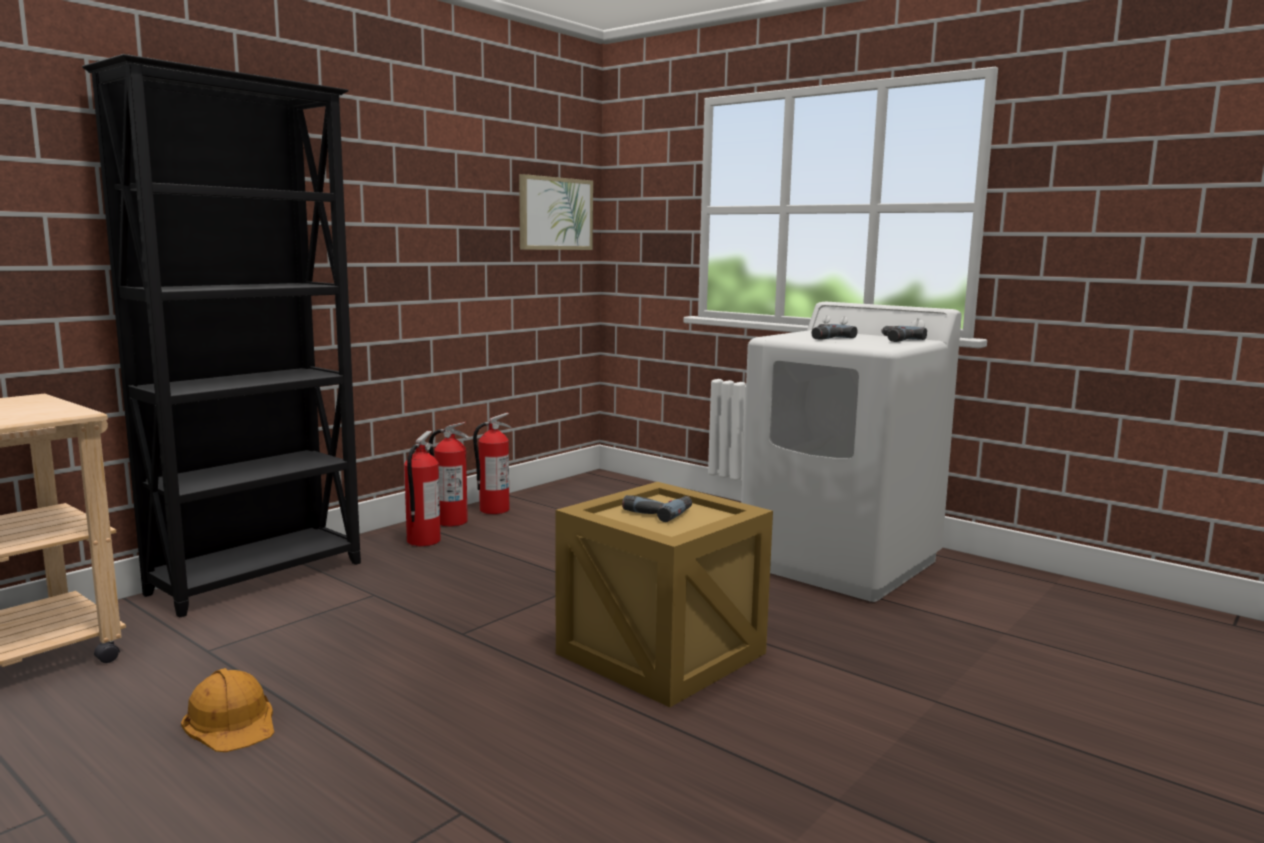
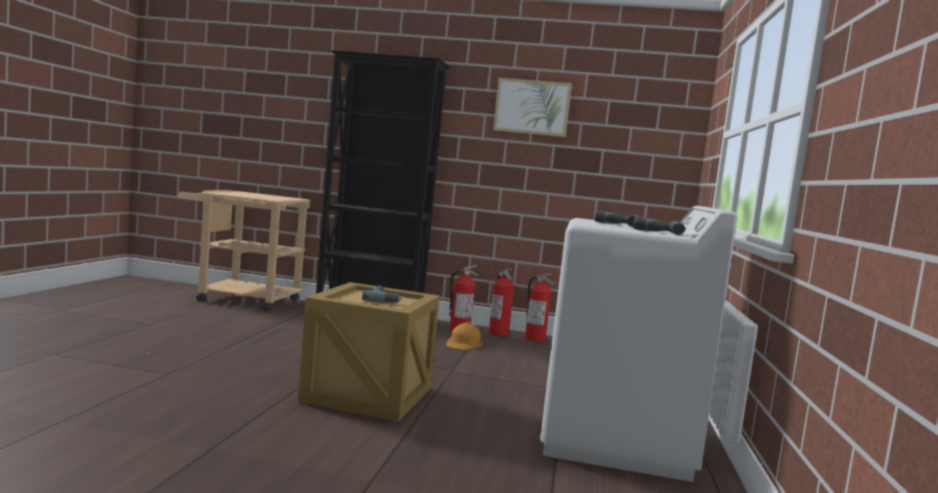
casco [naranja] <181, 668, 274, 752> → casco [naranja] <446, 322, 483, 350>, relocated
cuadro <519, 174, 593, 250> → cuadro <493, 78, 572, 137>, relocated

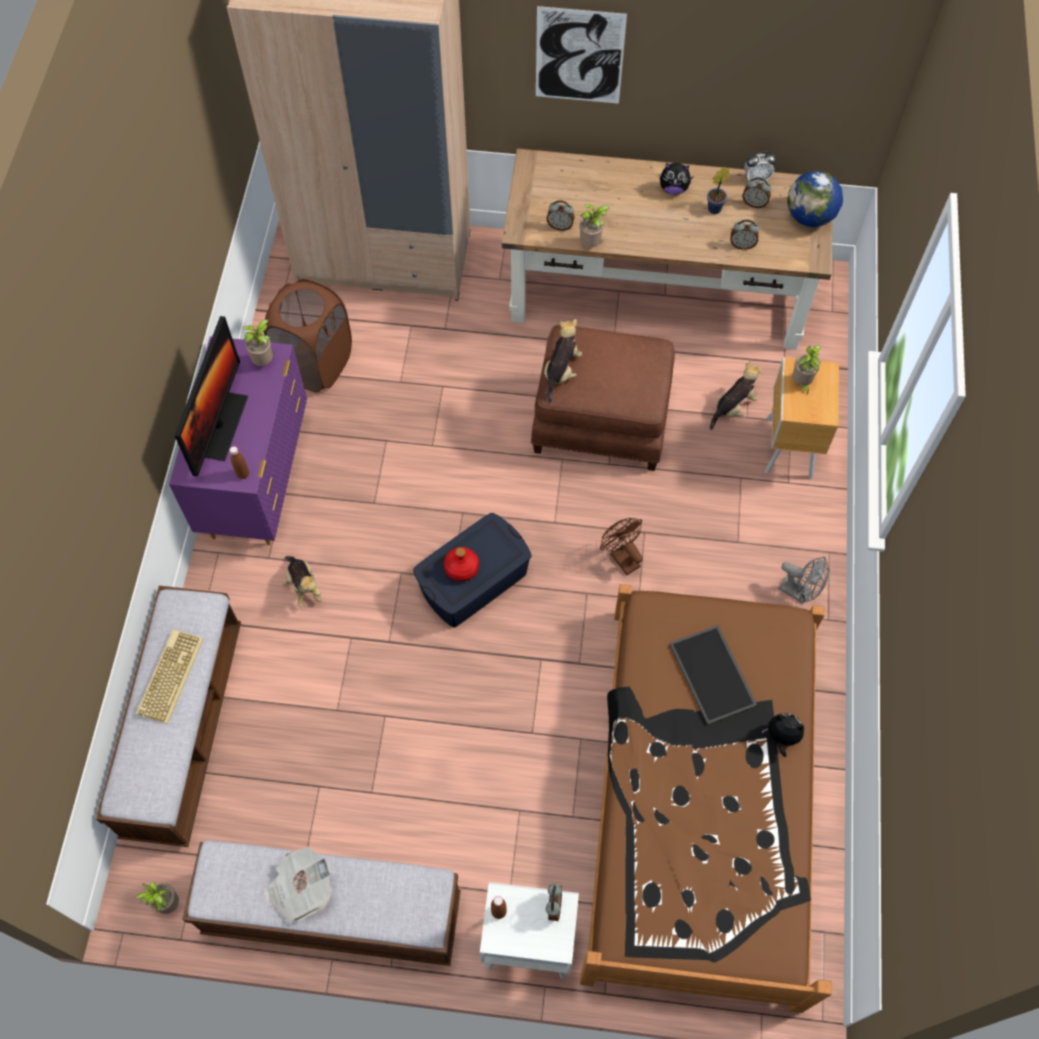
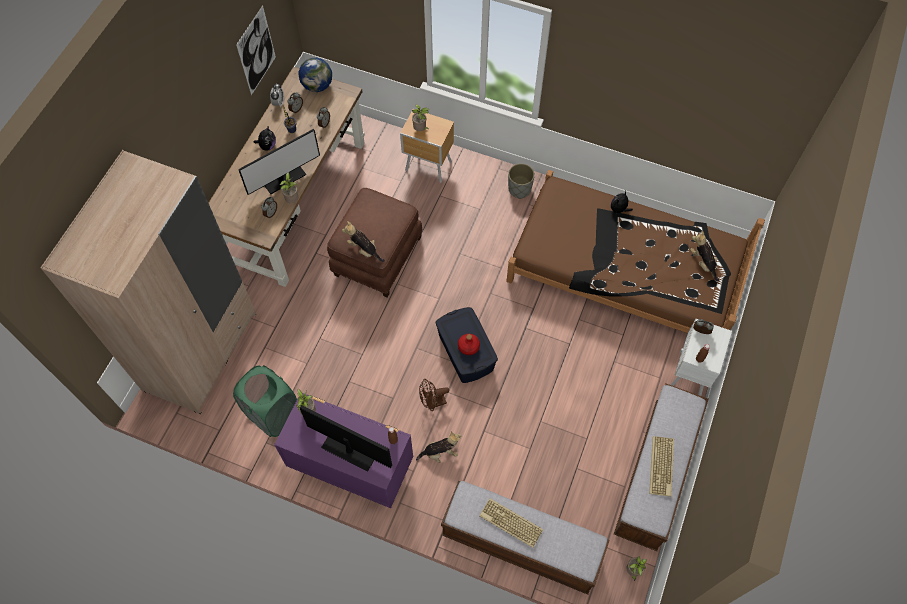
bandeja <669, 625, 757, 725> → -
- → monitor <238, 129, 320, 195>
cuadro <536, 6, 627, 104> → cuadro <236, 6, 276, 95>, relocated
ventilador [marrón] <600, 518, 643, 575> → ventilador [marrón] <419, 379, 449, 411>, relocated
peluche <710, 362, 762, 430> → peluche <690, 231, 719, 282>, relocated
periódico <264, 847, 332, 924> → teclado <649, 436, 674, 496>
ventilador [gris] <778, 557, 829, 604> → maceta [gris] <508, 163, 535, 199>
cesto de la ropa [marrón] <264, 279, 352, 393> → cesto de la ropa [verde] <233, 365, 297, 437>

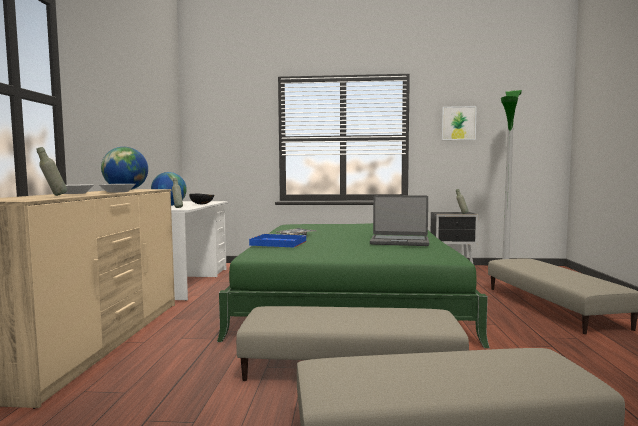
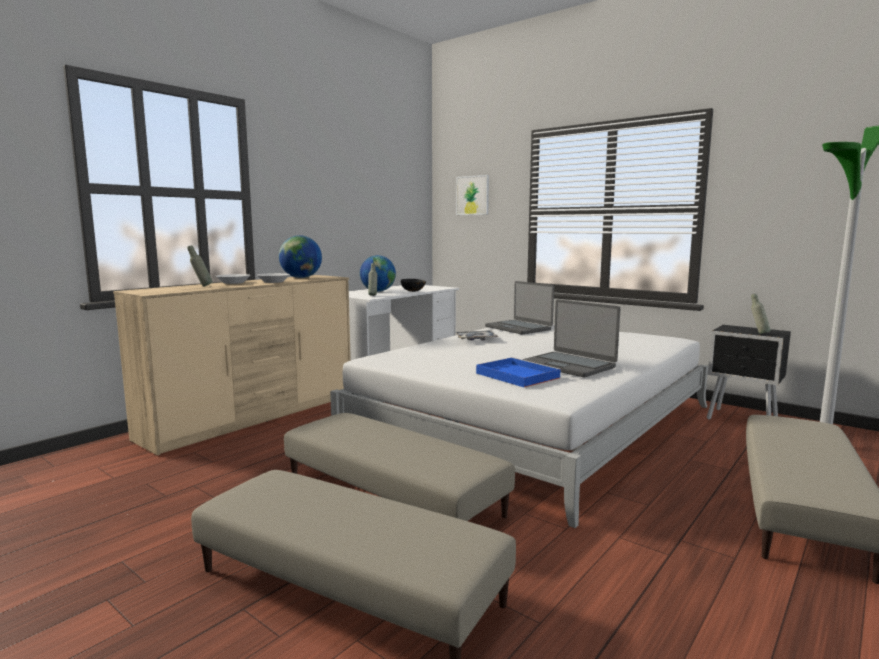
- → portátil <485, 281, 554, 334>
bandeja [azul] <249, 234, 307, 248> → bandeja [azul] <476, 357, 562, 387>, relocated
cuadro <442, 106, 477, 140> → cuadro <456, 175, 489, 215>, relocated
cama [verde] <217, 223, 490, 348> → cama [blanco] <330, 322, 708, 528>

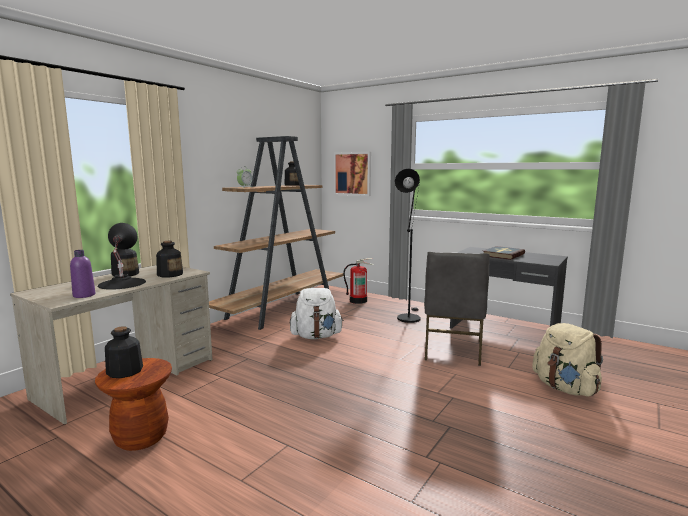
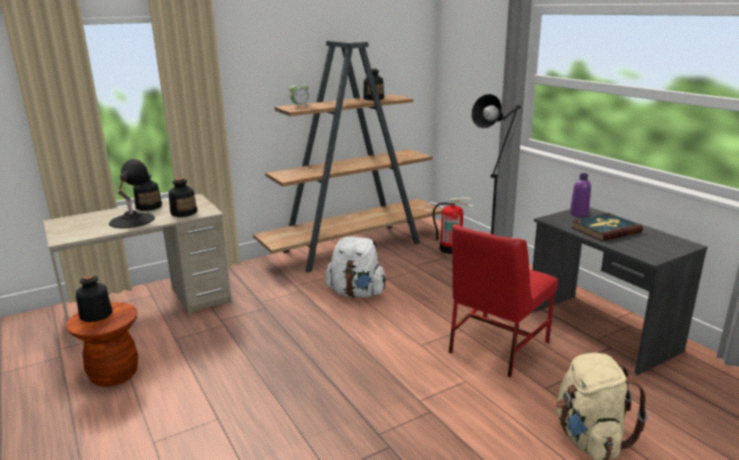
cuadro <334, 152, 371, 196> → -
botella [morado] <70, 250, 95, 298> → botella [morado] <570, 173, 591, 217>, relocated
silla [gris] <424, 252, 490, 366> → silla [rojo] <449, 224, 558, 377>

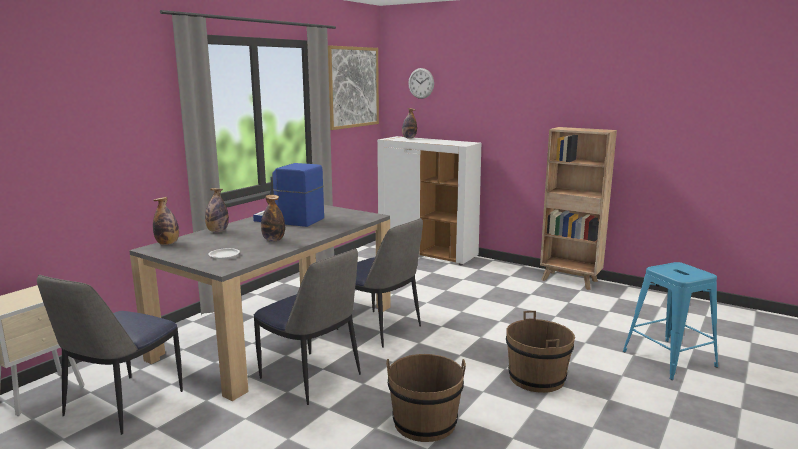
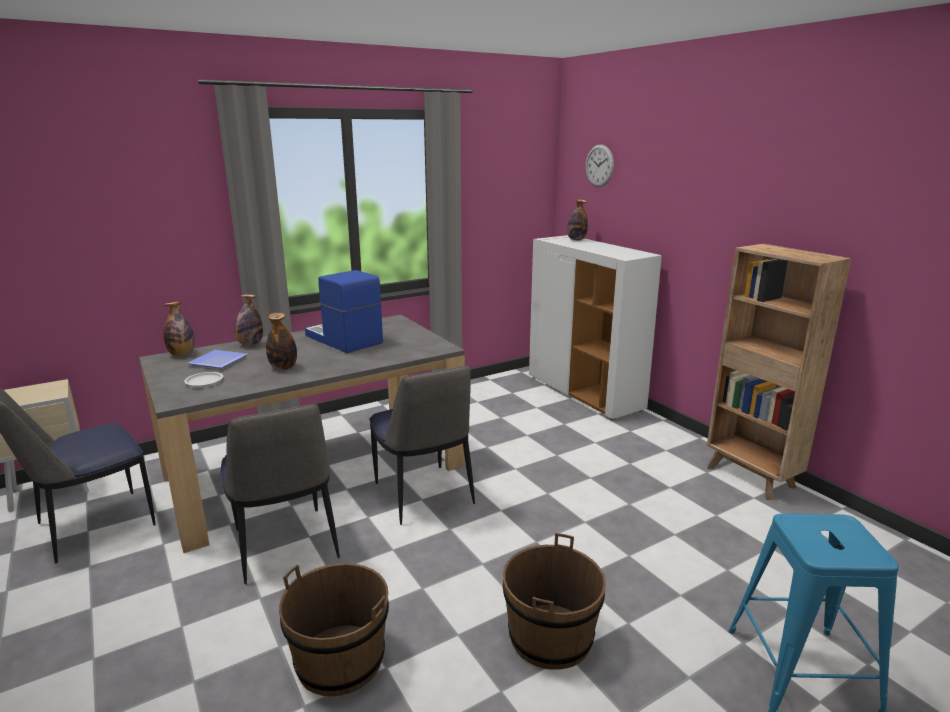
cuadro <328, 45, 379, 130> → -
- → plato <187, 350, 248, 368>

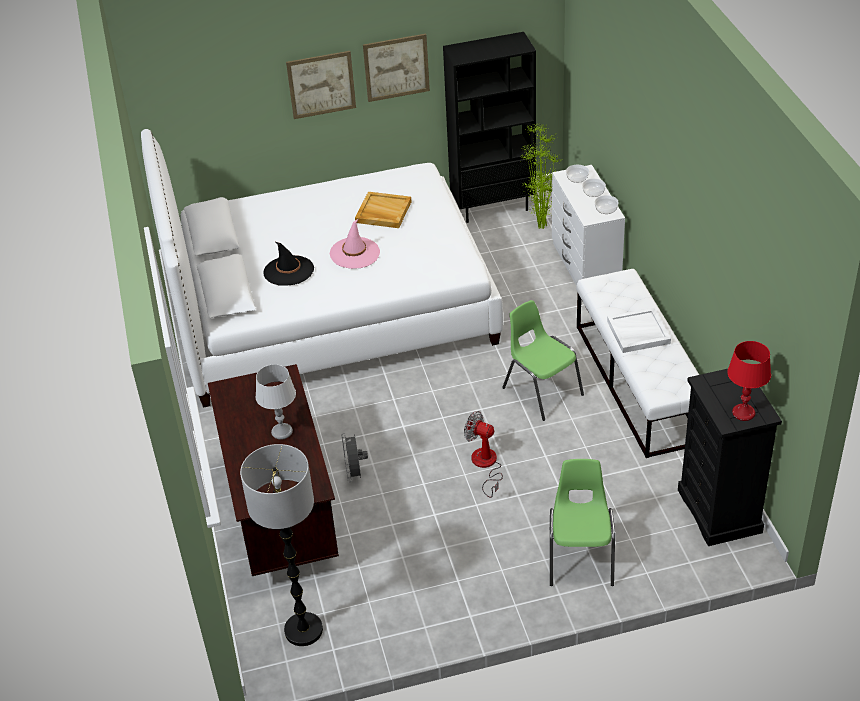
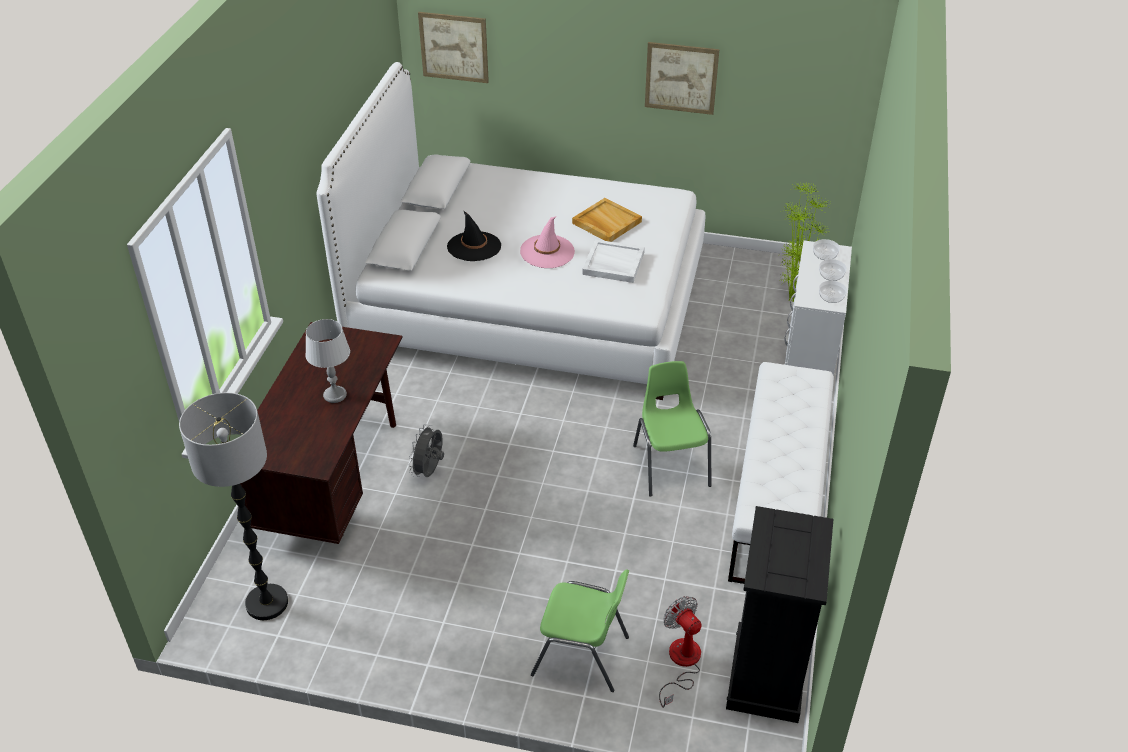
estantería [negro] <443, 32, 536, 223> → -
lámpara de mesa [rojo] <727, 341, 771, 421> → -
cuadro <286, 51, 356, 119> → cuadro <418, 12, 489, 83>, relocated
ventilador <464, 411, 503, 498> → ventilador <659, 596, 702, 708>, relocated
bandeja [blanco] <607, 308, 671, 353> → bandeja [blanco] <582, 239, 645, 283>, relocated
silla [verde] <550, 459, 615, 586> → silla [verde] <531, 569, 629, 692>, 75 degrees clockwise

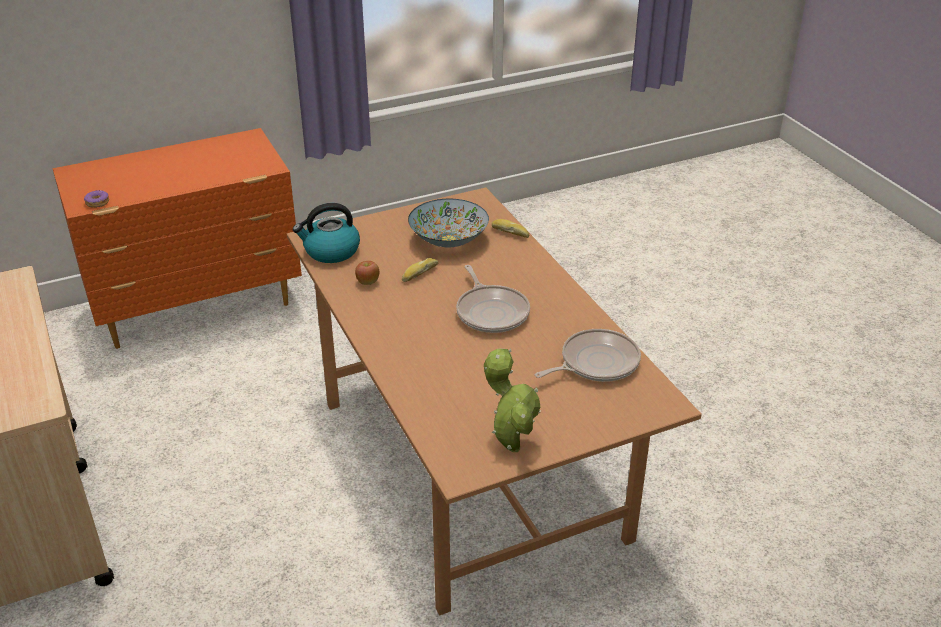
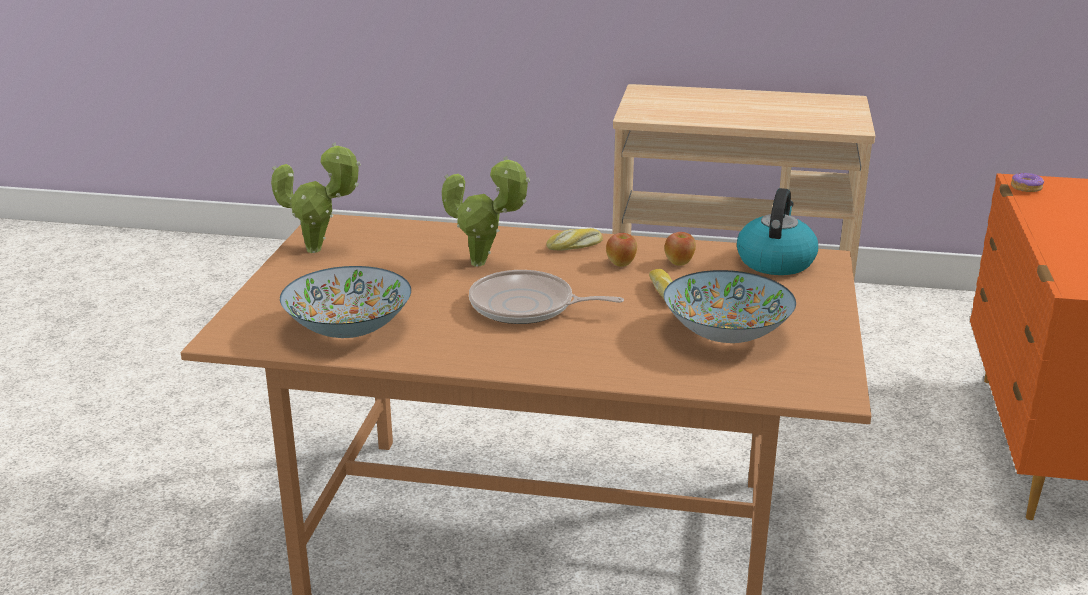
- → planta en maceta <442, 156, 530, 267>
- → manzana <606, 233, 637, 267>
pan <492, 219, 529, 238> → pan <546, 228, 603, 251>, relocated
sartén <535, 329, 641, 382> → cuenco <280, 266, 411, 338>

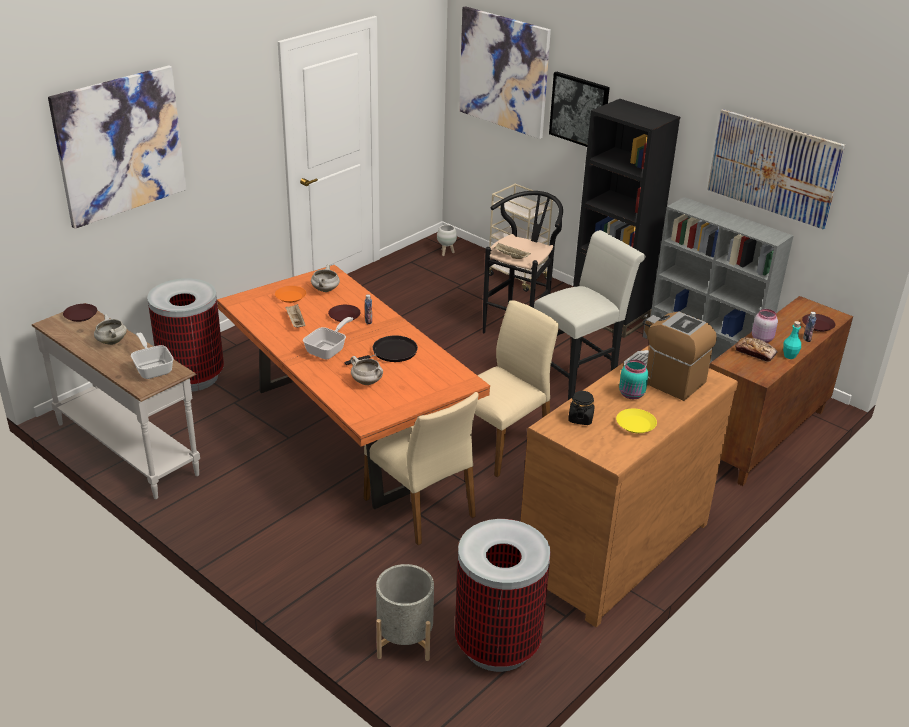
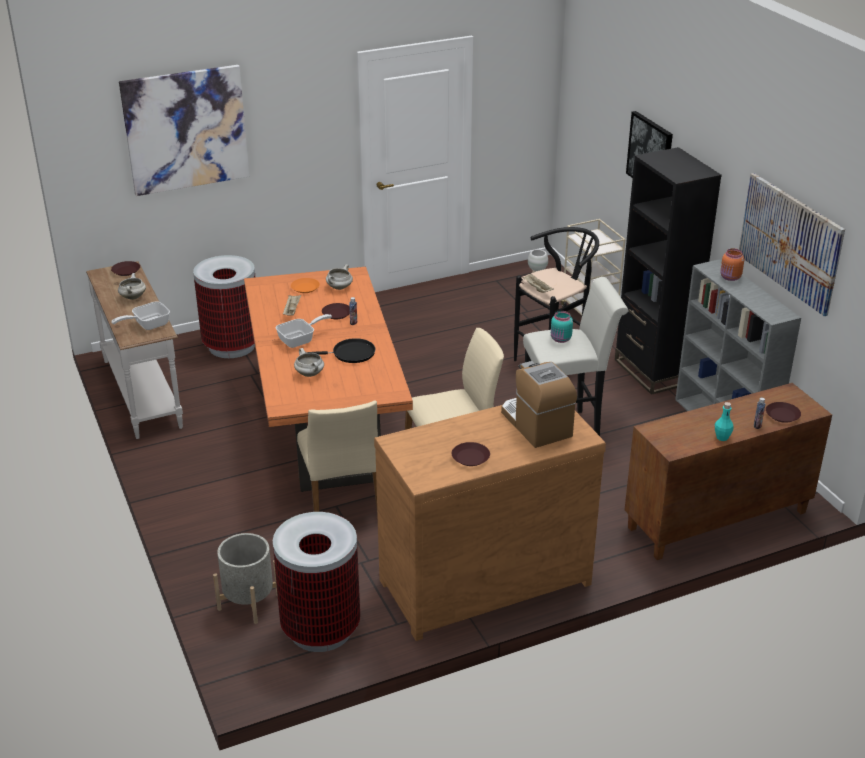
cuadro <459, 6, 551, 139> → -
tarro [negro] <568, 391, 595, 425> → -
pan <735, 338, 777, 362> → -
tarro [rosa] <752, 309, 778, 343> → -
- → tarro [naranja] <720, 248, 744, 281>
tarro [turquesa] <619, 359, 648, 399> → tarro [turquesa] <551, 311, 573, 343>, relocated
plato [amarillo] <616, 409, 657, 433> → plato [marrón] <452, 442, 490, 466>
sartén <131, 332, 174, 379> → sartén <111, 301, 170, 330>, 120 degrees counterclockwise

